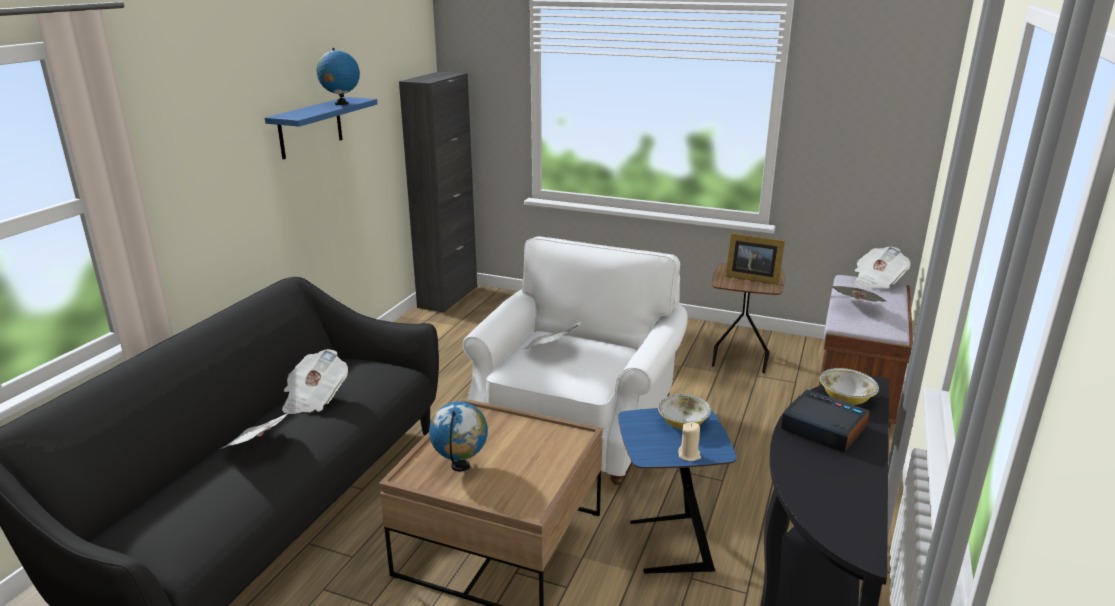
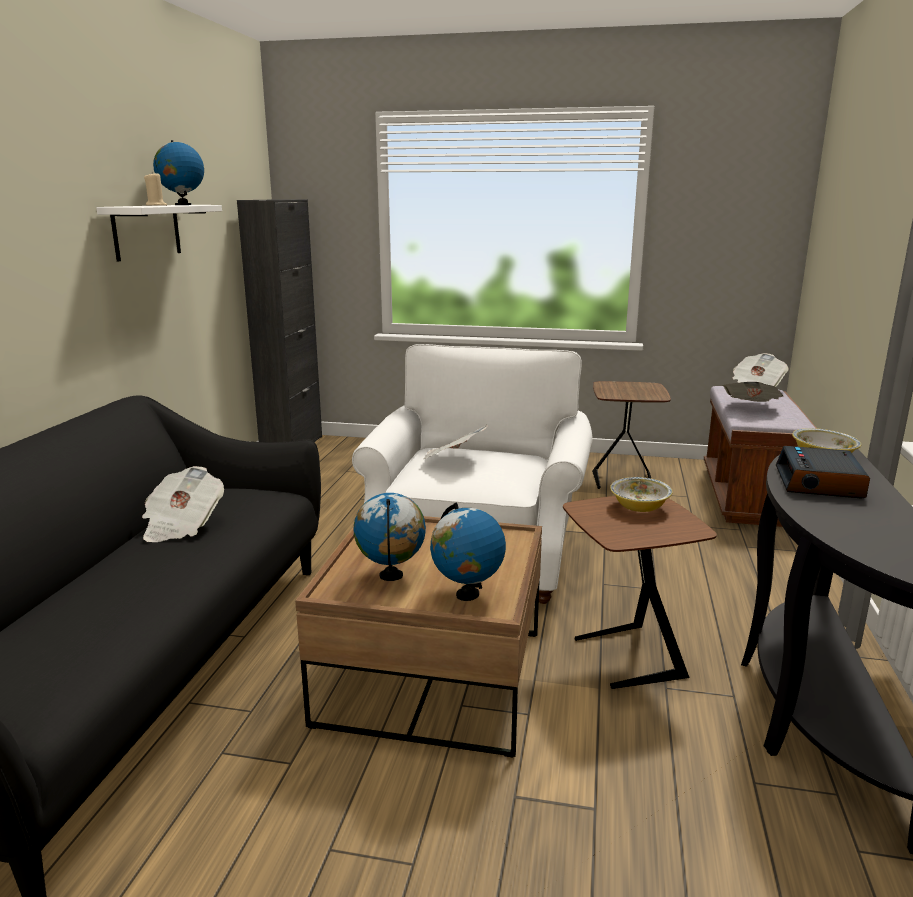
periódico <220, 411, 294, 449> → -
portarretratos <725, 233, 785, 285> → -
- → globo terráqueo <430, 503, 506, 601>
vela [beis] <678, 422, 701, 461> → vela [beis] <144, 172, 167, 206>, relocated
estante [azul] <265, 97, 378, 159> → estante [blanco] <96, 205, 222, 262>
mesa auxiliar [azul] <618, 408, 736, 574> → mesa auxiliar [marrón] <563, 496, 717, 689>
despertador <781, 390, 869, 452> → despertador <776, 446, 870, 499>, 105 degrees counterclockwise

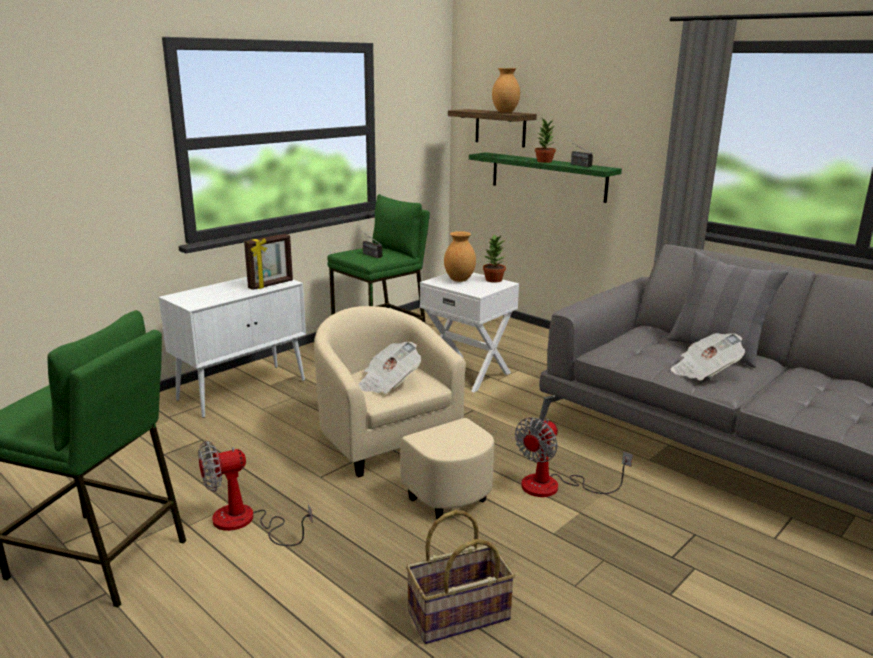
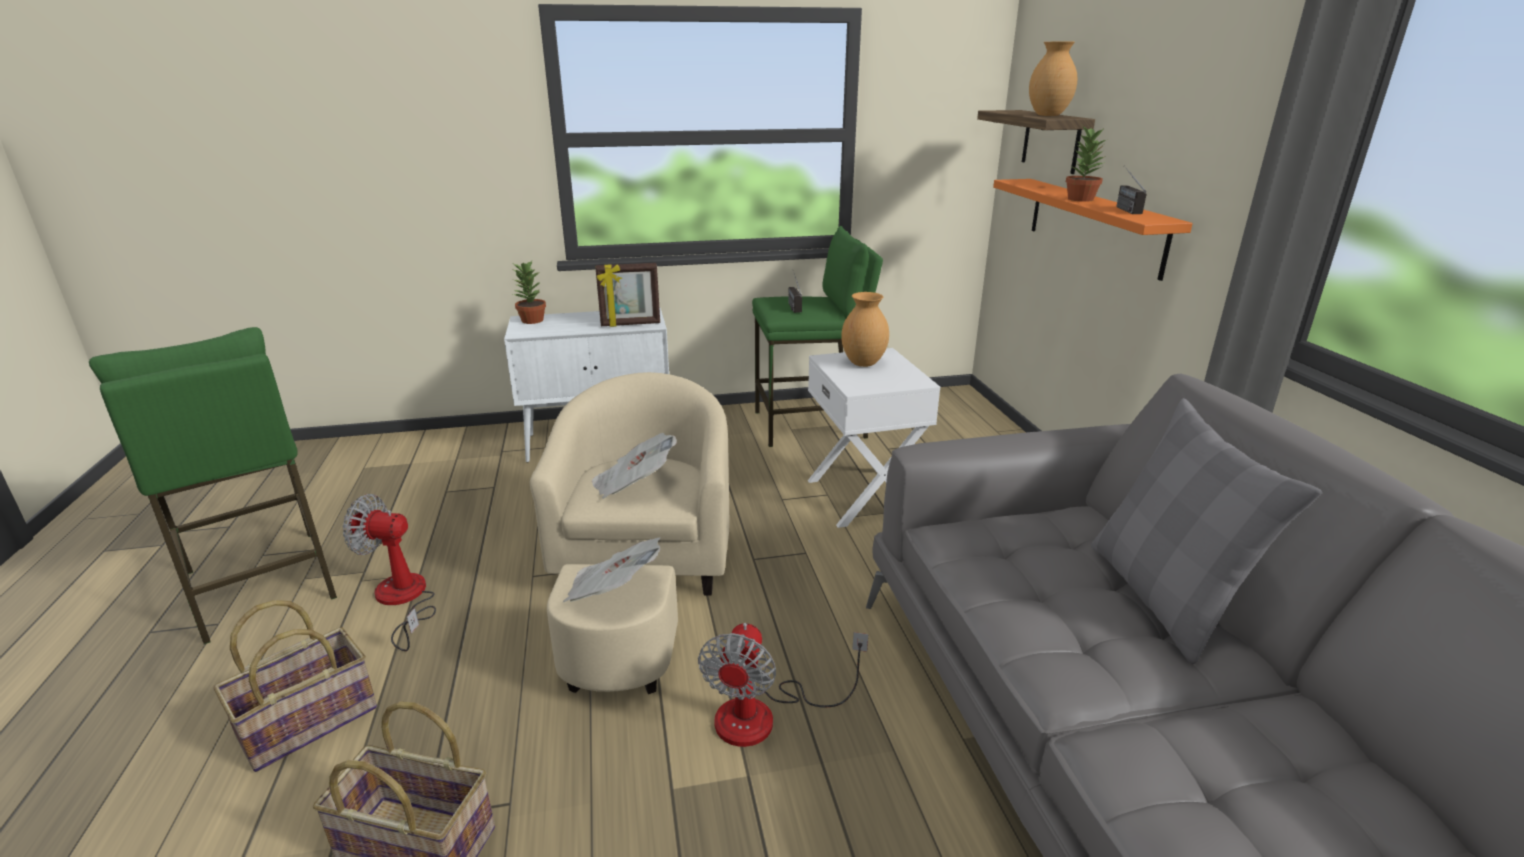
- → cesta <213, 600, 377, 772>
planta en maceta <483, 234, 506, 283> → planta en maceta <513, 261, 546, 324>, relocated
periódico <671, 333, 745, 380> → periódico <562, 538, 660, 603>, relocated
estante [verde] <469, 152, 622, 203> → estante [naranja] <993, 179, 1193, 281>
ventilador <515, 417, 633, 497> → ventilador <698, 623, 868, 747>, 60 degrees counterclockwise

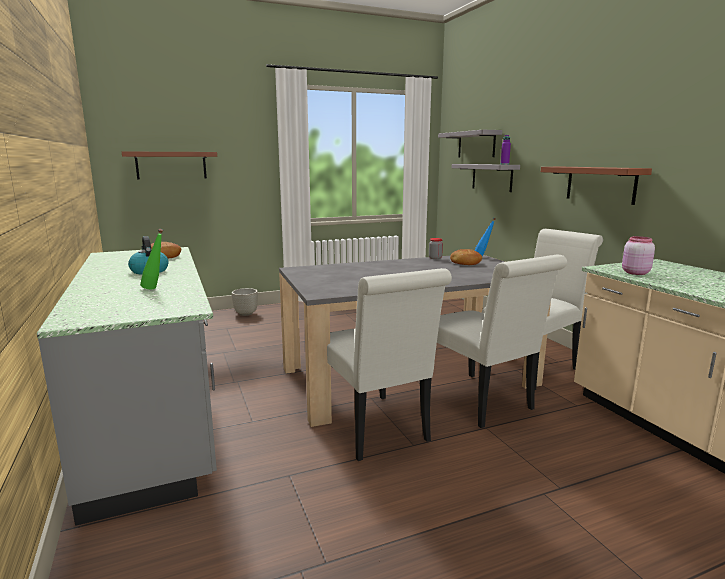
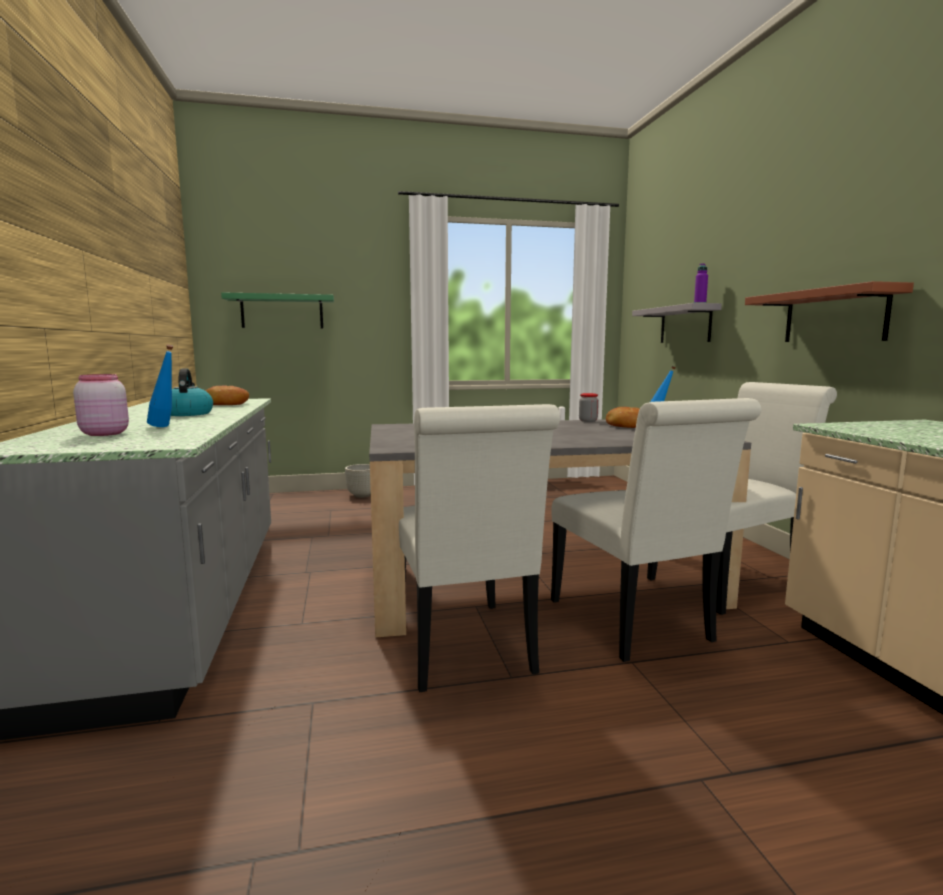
estante [gris] <438, 130, 502, 157> → -
tarro [rosa] <622, 236, 655, 275> → tarro [rosa] <73, 374, 129, 436>, relocated
estante [marrón] <122, 151, 217, 180> → estante [verde] <221, 292, 334, 328>
botella [verde] <140, 229, 163, 289> → botella [azul] <147, 345, 174, 427>

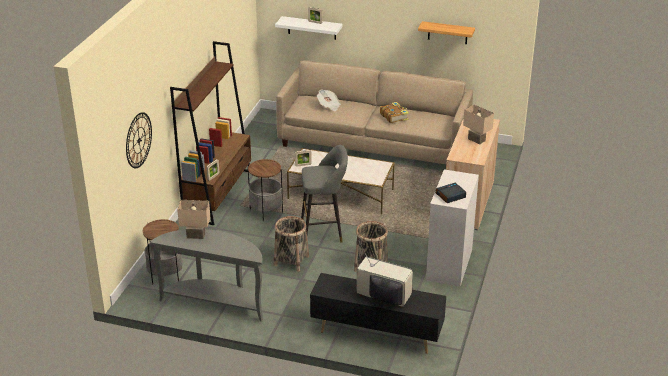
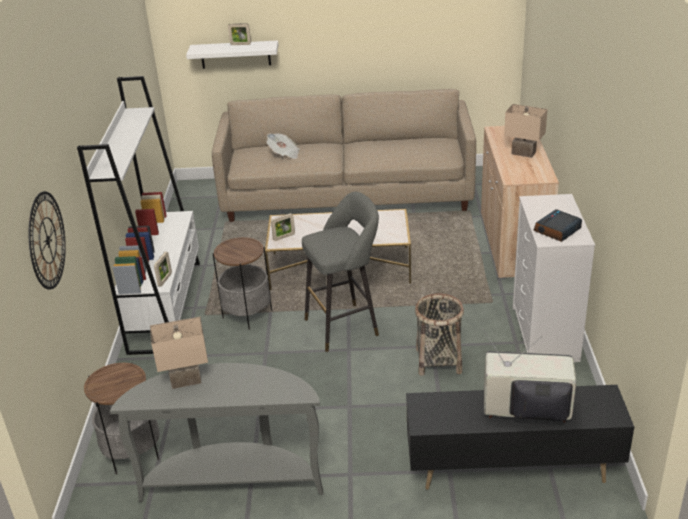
cesta <274, 216, 309, 272> → -
libro <380, 102, 409, 123> → -
estante <418, 21, 475, 44> → -
estantería [marrón] <170, 41, 251, 225> → estantería [blanco] <77, 76, 200, 355>

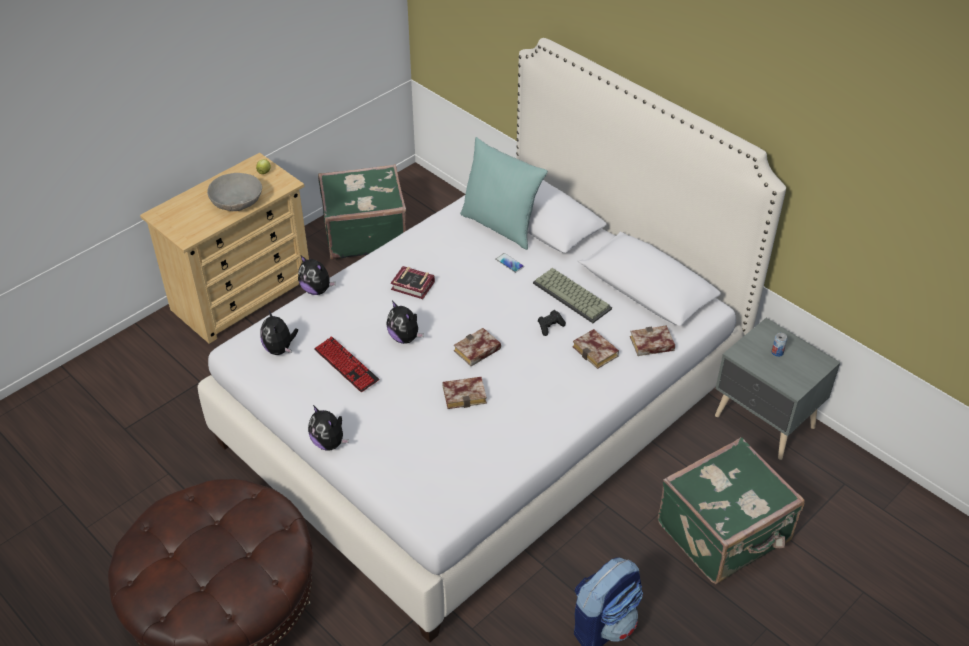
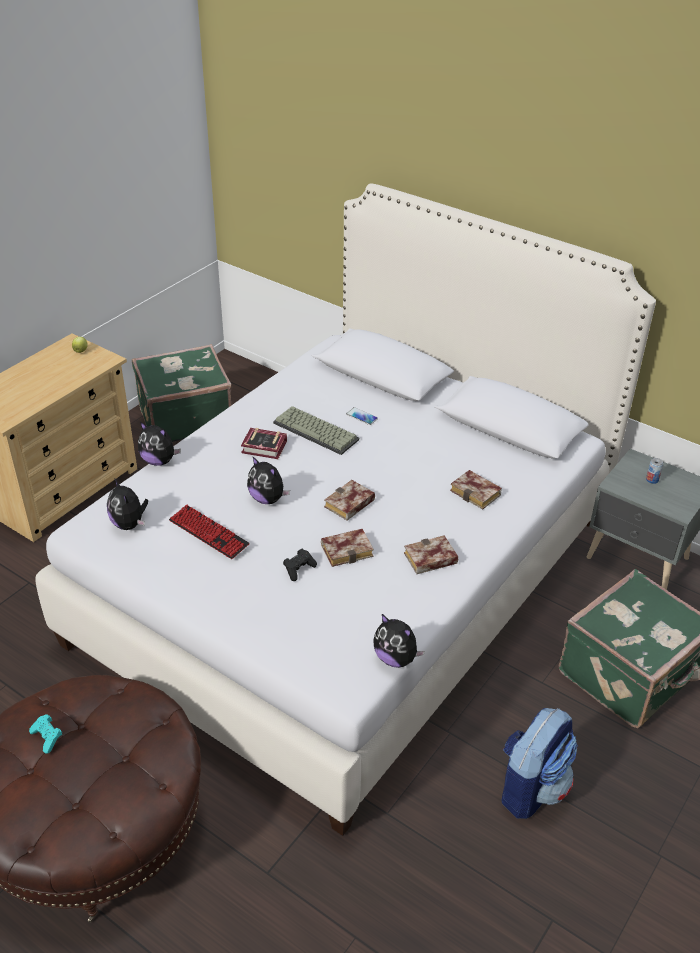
cuenco [gris] <207, 173, 262, 211> → -
cojín [turquesa] <460, 137, 548, 250> → -
- → mando de consola [turquesa] <29, 714, 62, 754>
peluche <308, 405, 349, 451> → peluche <373, 614, 425, 668>, relocated
teclado <533, 268, 612, 323> → teclado <273, 406, 359, 455>, relocated
mando de consola [negro] <538, 310, 566, 336> → mando de consola [negro] <283, 549, 317, 581>, relocated
libro <630, 325, 675, 356> → libro <404, 535, 458, 574>, relocated

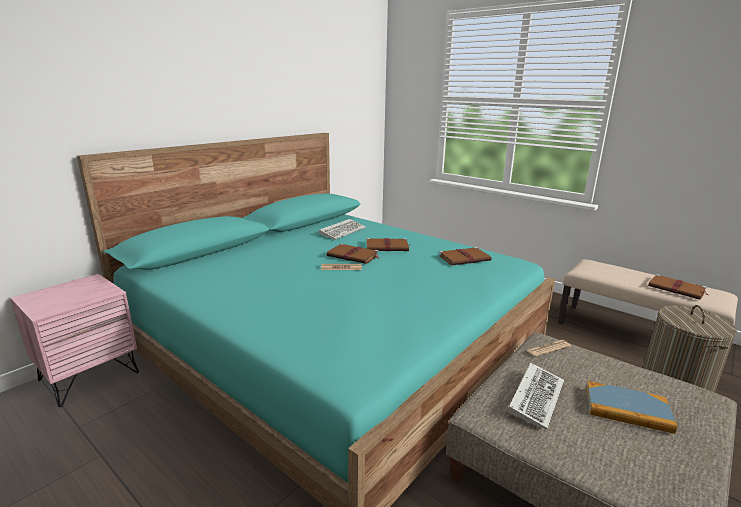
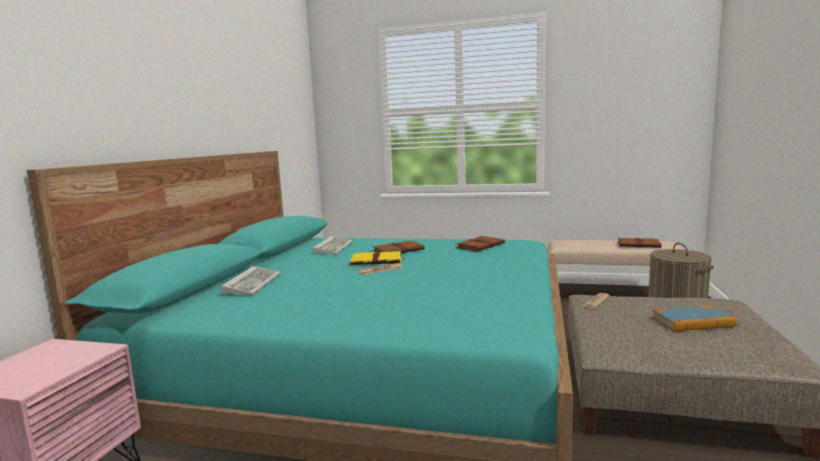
teclado <508, 363, 564, 430> → teclado <220, 266, 281, 295>, relocated
libro [marrón] <327, 243, 379, 264> → libro [amarillo] <350, 251, 406, 265>

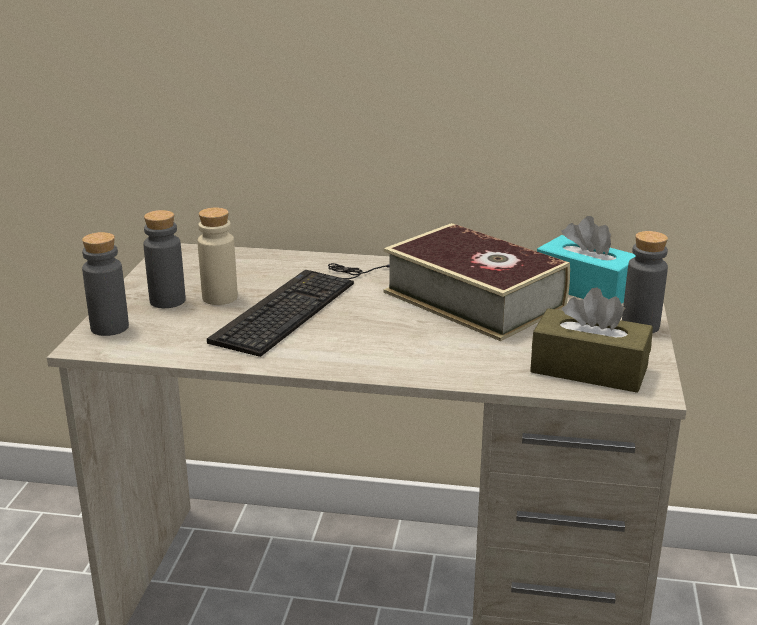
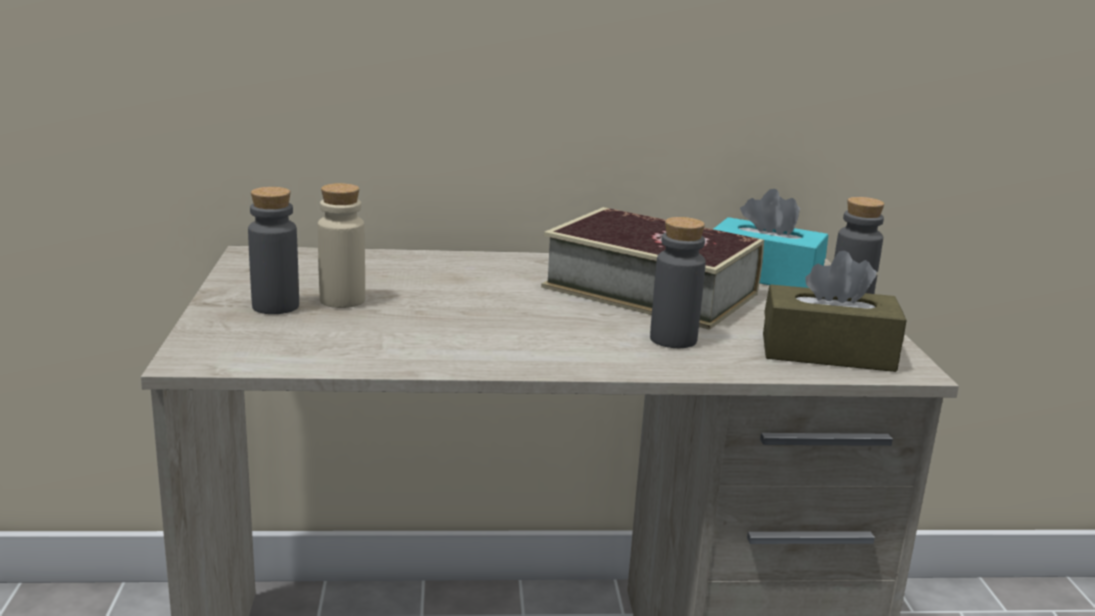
teclado <207, 263, 389, 357> → -
botella [gris] <82, 232, 129, 336> → botella [gris] <650, 217, 706, 348>, relocated

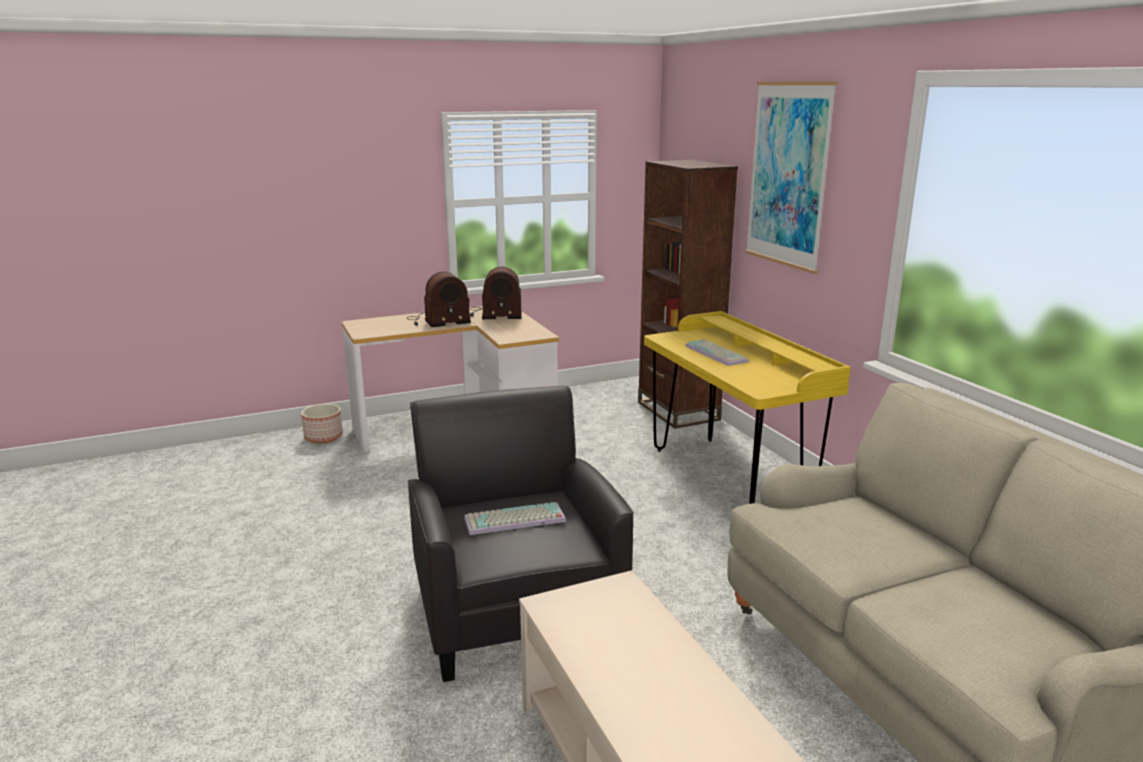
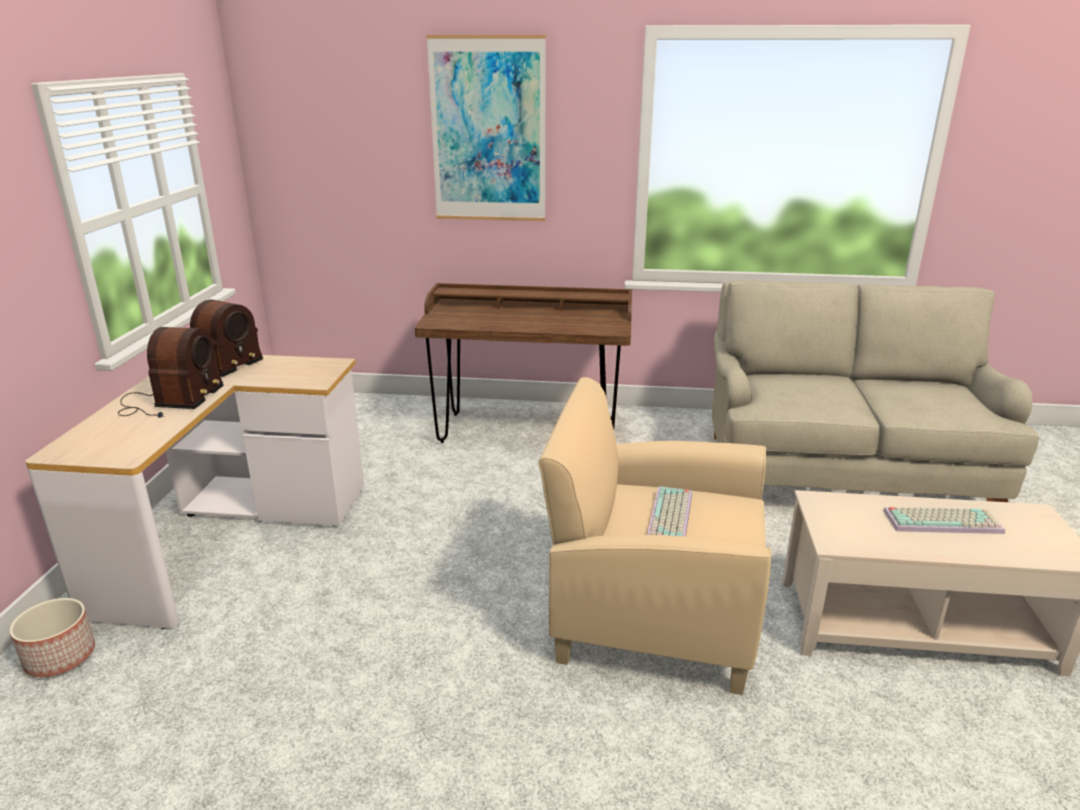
estantería [marrón] <638, 160, 738, 429> → -
teclado <685, 339, 749, 366> → teclado <883, 507, 1005, 534>, relocated
sillón [negro] <408, 386, 634, 682> → sillón [beis] <539, 377, 772, 695>
escritorio [amarillo] <644, 311, 851, 504> → escritorio [marrón] <415, 283, 632, 443>

